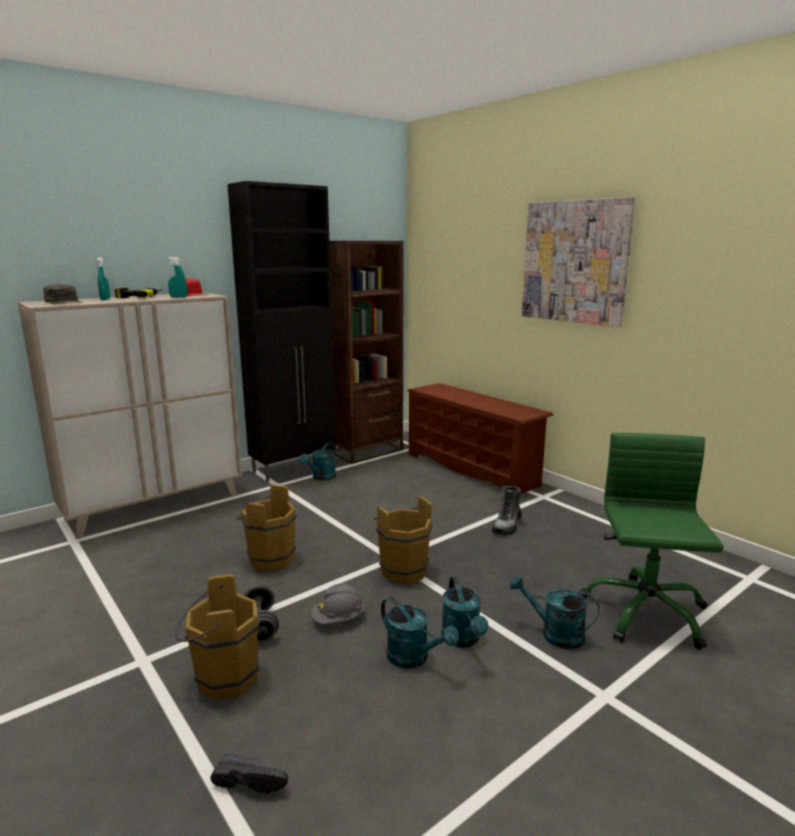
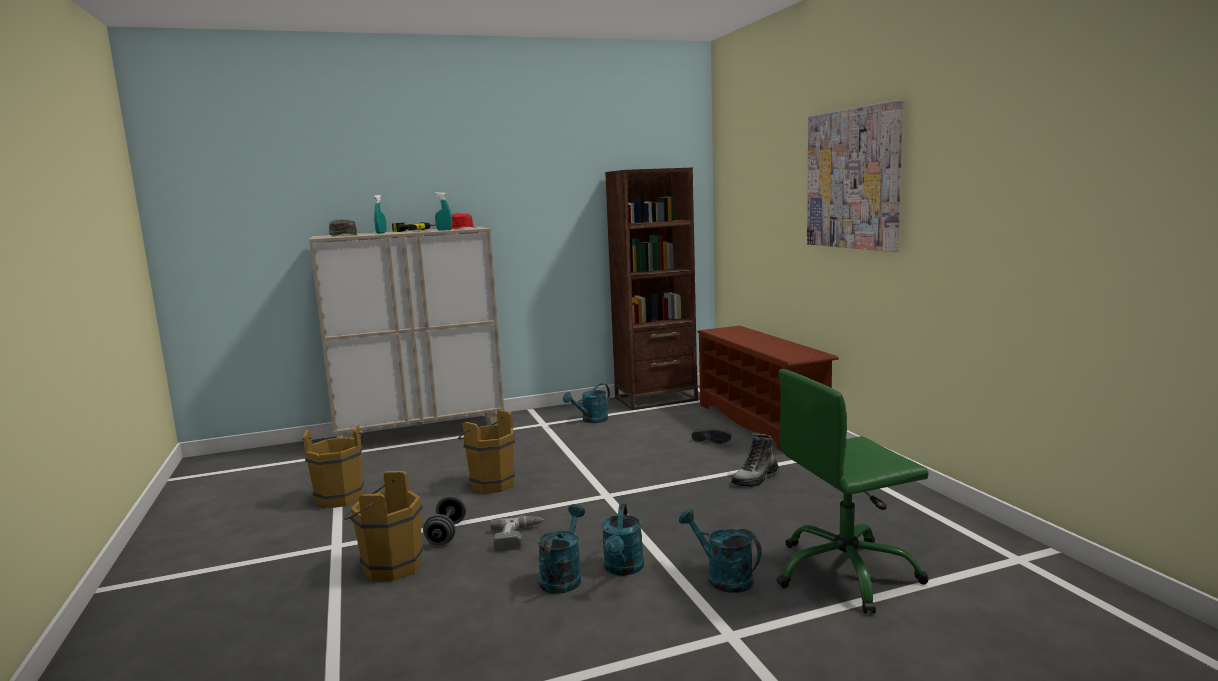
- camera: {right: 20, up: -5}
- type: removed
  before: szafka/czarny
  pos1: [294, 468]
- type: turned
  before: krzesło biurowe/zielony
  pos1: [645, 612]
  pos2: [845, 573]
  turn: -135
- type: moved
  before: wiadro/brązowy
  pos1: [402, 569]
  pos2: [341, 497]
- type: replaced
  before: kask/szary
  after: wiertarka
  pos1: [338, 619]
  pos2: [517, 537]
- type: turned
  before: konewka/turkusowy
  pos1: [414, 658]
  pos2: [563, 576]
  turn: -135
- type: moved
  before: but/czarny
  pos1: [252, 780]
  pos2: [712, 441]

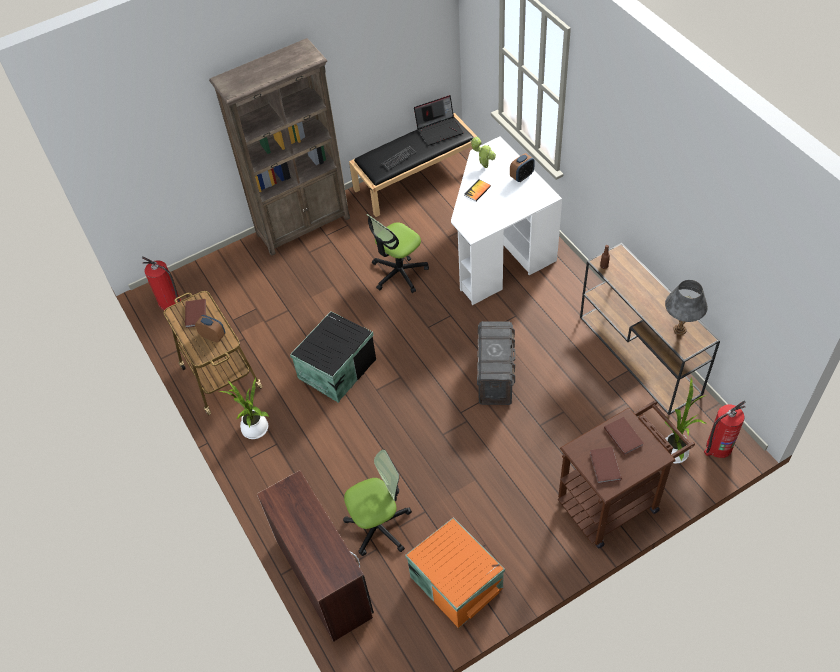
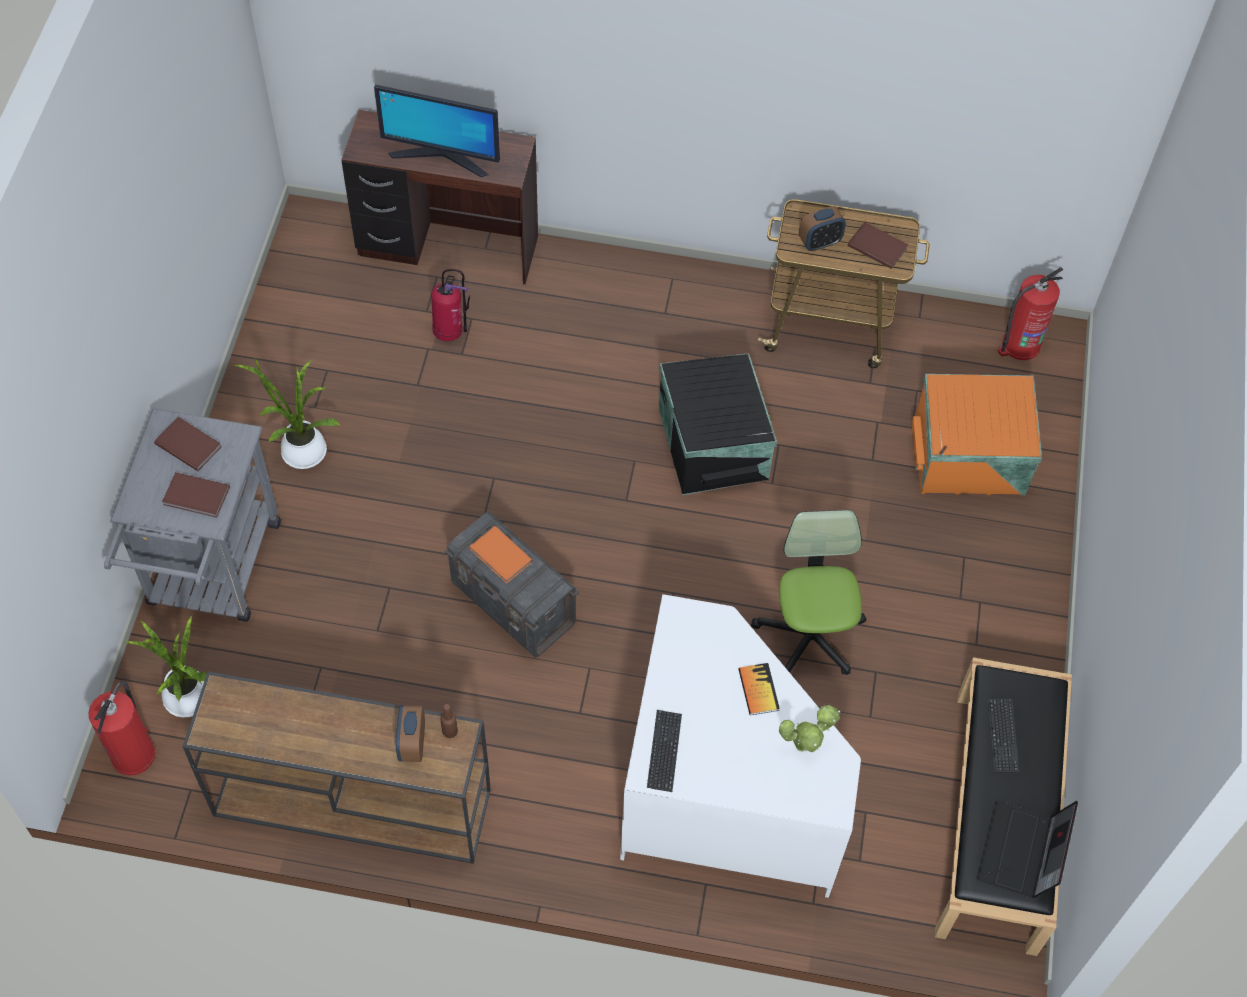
- camera: {right: 125, up: 5}
- type: removed
  before: regał/brązowy
  pos1: [304, 226]
- type: moved
  before: budzik
  pos1: [521, 176]
  pos2: [412, 744]
- type: removed
  before: lampa stołowa/szary
  pos1: [680, 329]
- type: moved
  before: roślina doniczkowa
  pos1: [255, 430]
  pos2: [300, 450]
- type: recoloured
  before: wózek/brązowy
  after: wózek/szary
  pos1: [615, 500]
  pos2: [211, 574]
- type: replaced
  before: krzesło biurowe
  after: gaśnica
  pos1: [379, 526]
  pos2: [450, 332]
- type: moved
  before: pojemnik do przechowywania/pomarańczowy
  pos1: [456, 581]
  pos2: [970, 458]
- type: added
  after: monitor
  pos2: [442, 156]
- type: added
  after: książka/pomarańczowy
  pos2: [500, 557]
- type: added
  after: klawiatura
  pos2: [664, 751]

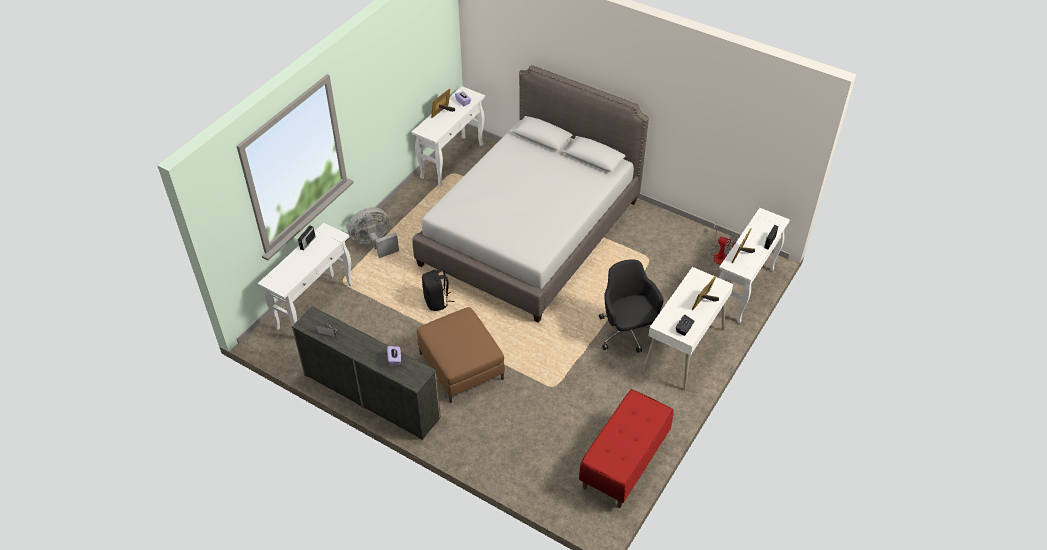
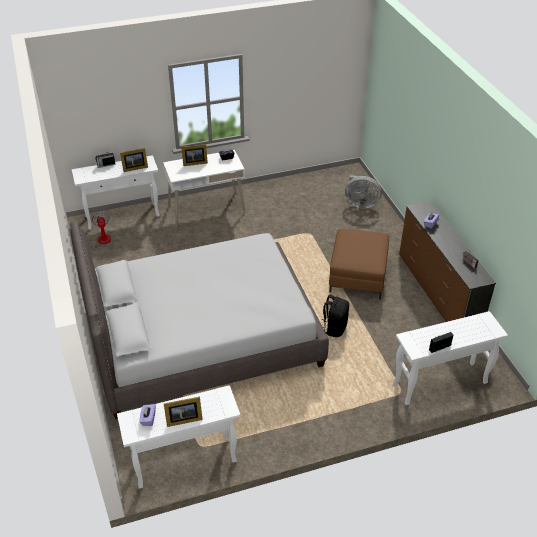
- camera: {right: -140, up: -5}
- type: moved
  before: wentylator/szary
  pos1: [374, 244]
  pos2: [360, 204]
- type: removed
  before: krzesło biurowe/czarny
  pos1: [627, 332]
- type: removed
  before: ławka/czerwony
  pos1: [625, 462]

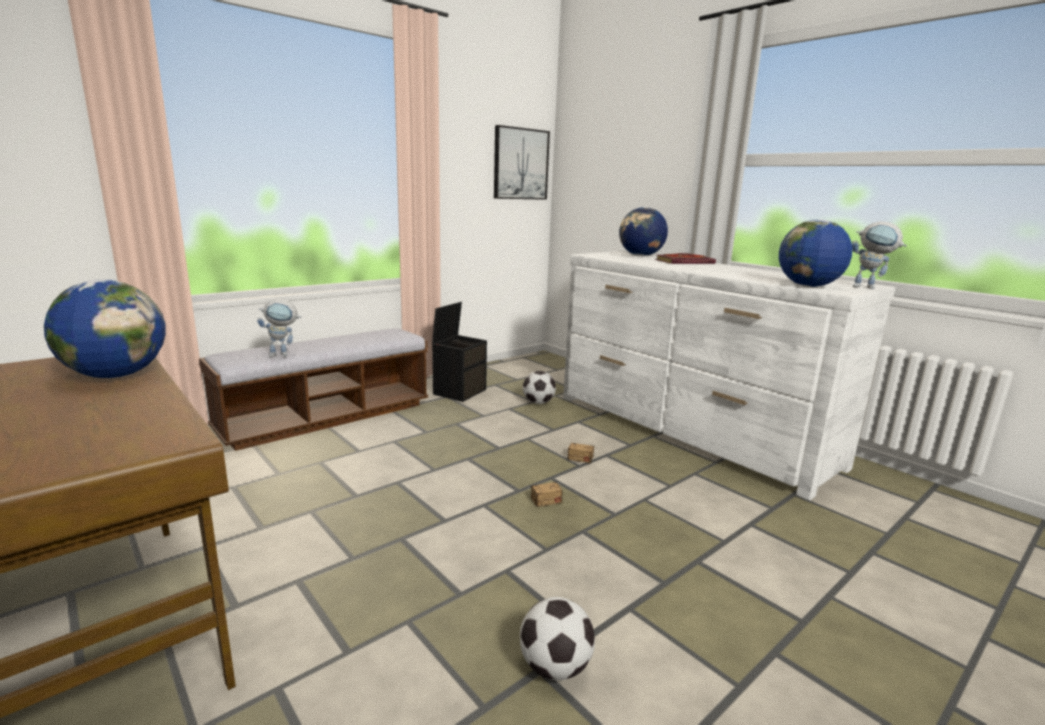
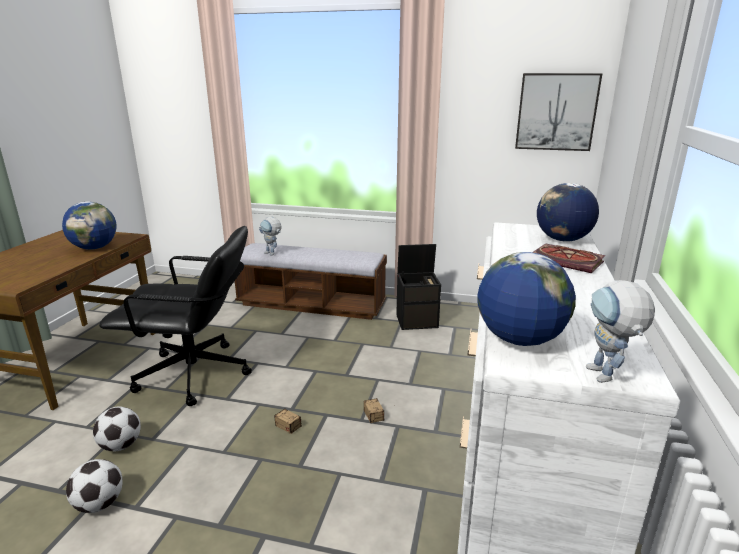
- camera: {right: 55, up: 5}
- type: moved
  before: piłka futbolowa
  pos1: [538, 403]
  pos2: [121, 445]
- type: added
  after: krzesło biurowe/czarny
  pos2: [195, 375]

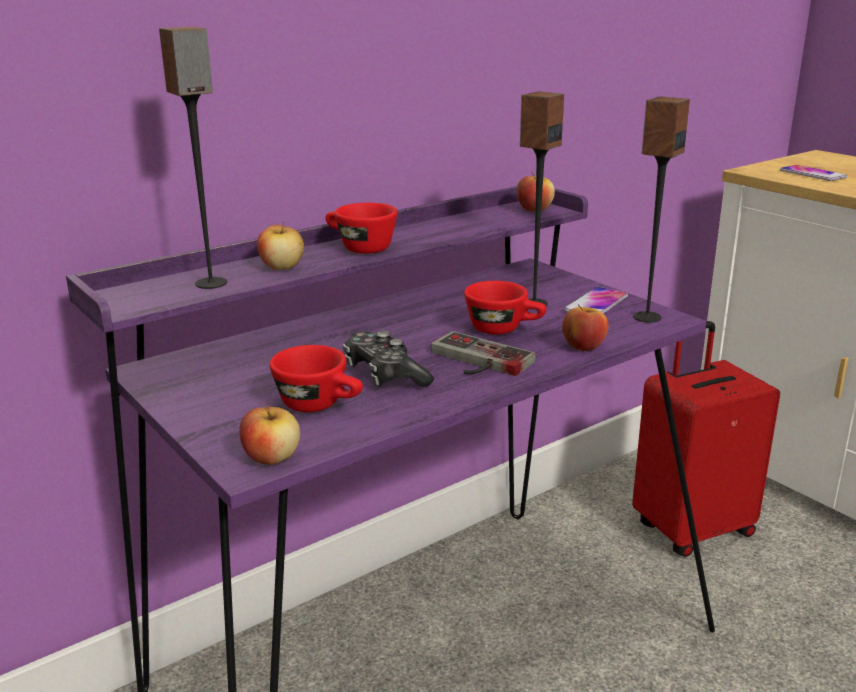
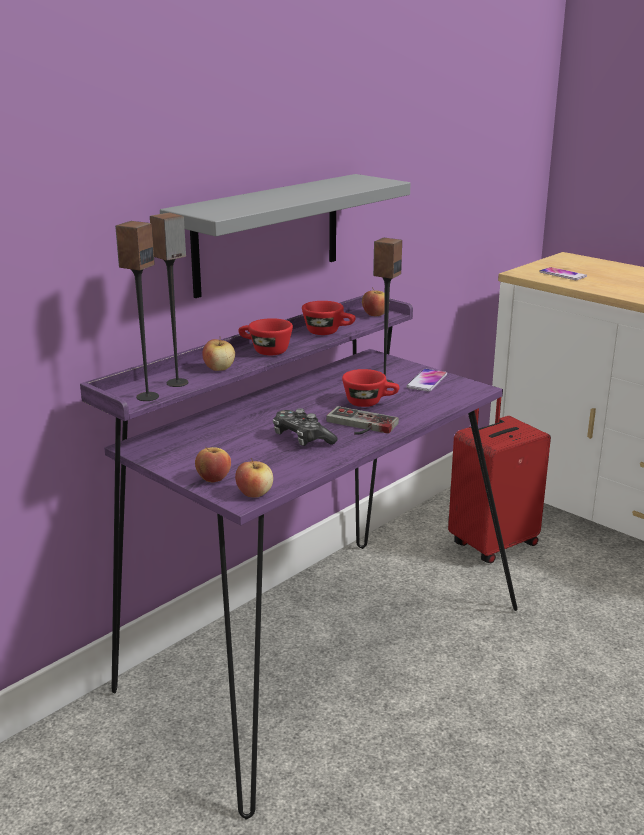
- camera: {right: -10, up: 0}
- type: moved
  before: głośnik
  pos1: [646, 317]
  pos2: [147, 397]
- type: moved
  before: jabłko
  pos1: [583, 347]
  pos2: [213, 478]
- type: moved
  before: filiżanka/czerwony
  pos1: [321, 405]
  pos2: [328, 332]
- type: added
  after: półka/szary
  pos2: [267, 234]

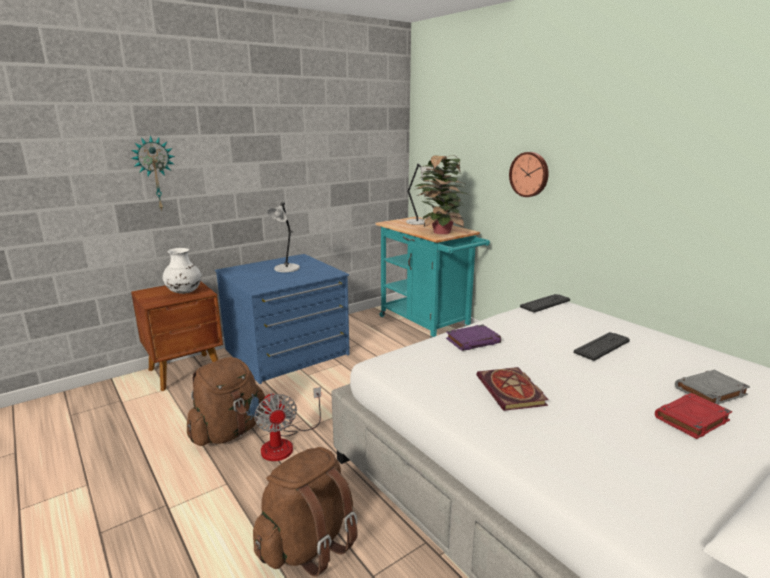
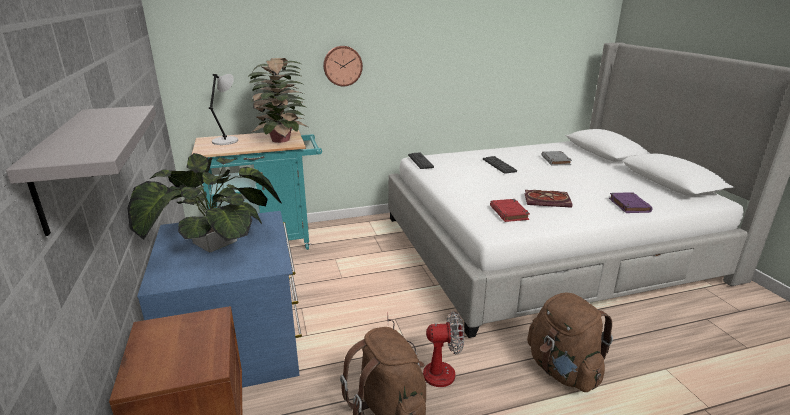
- camera: {right: -70, up: 5}
- type: replaced
  before: zegar ścienny
  after: półka/szary
  pos1: [155, 174]
  pos2: [62, 168]
- type: replaced
  before: lampa stołowa/szary
  after: roślina doniczkowa
  pos1: [286, 269]
  pos2: [215, 242]
- type: removed
  before: wazon/biały
  pos1: [184, 292]
- type: moved
  before: książka/fioletowy
  pos1: [473, 341]
  pos2: [628, 205]
- type: moved
  before: książka/czerwony
  pos1: [691, 419]
  pos2: [509, 213]

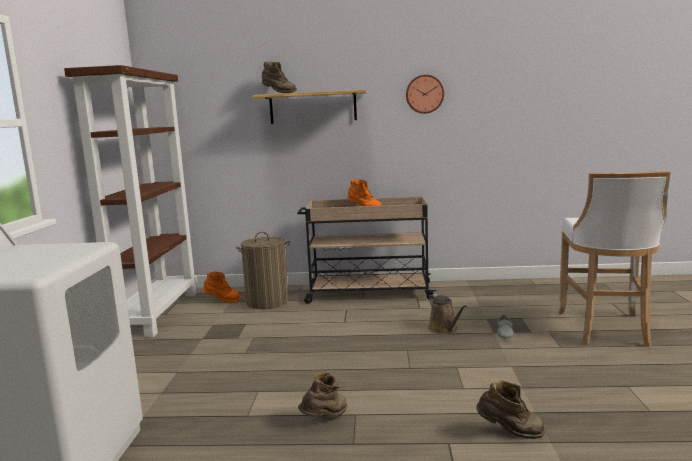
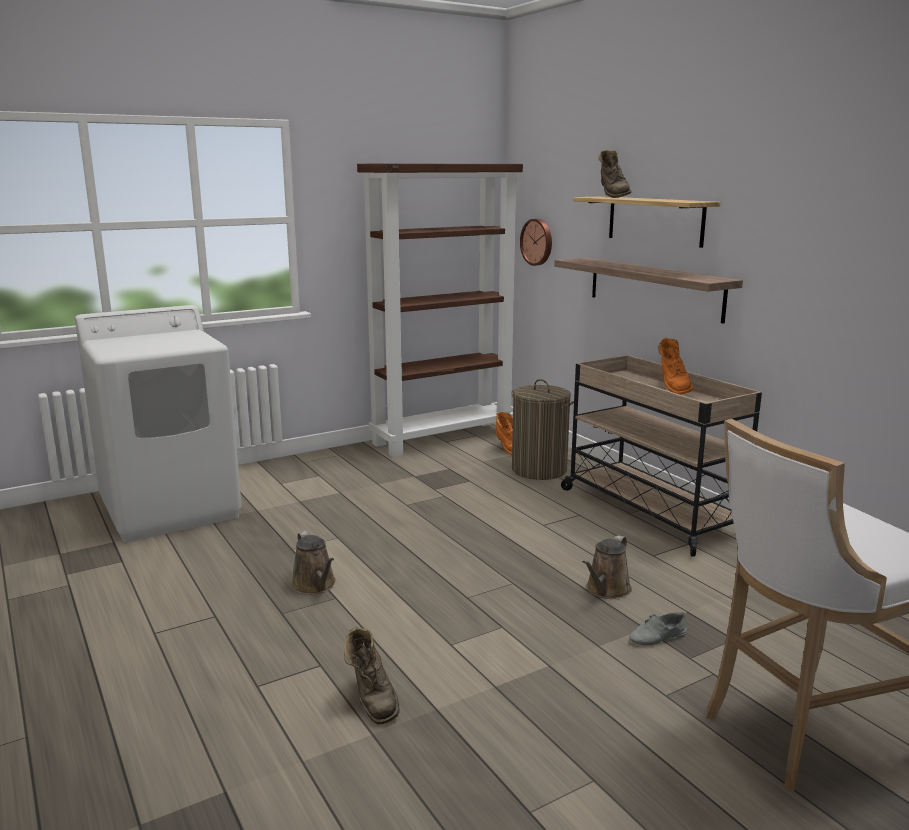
- camera: {right: 55, up: 5}
- type: moved
  before: zegar ścienny
  pos1: [424, 94]
  pos2: [537, 242]
- type: replaced
  before: but z cholewką/brązowy
  after: konewka/brązowy
  pos1: [326, 418]
  pos2: [315, 586]
- type: added
  after: półka
  pos2: [654, 288]

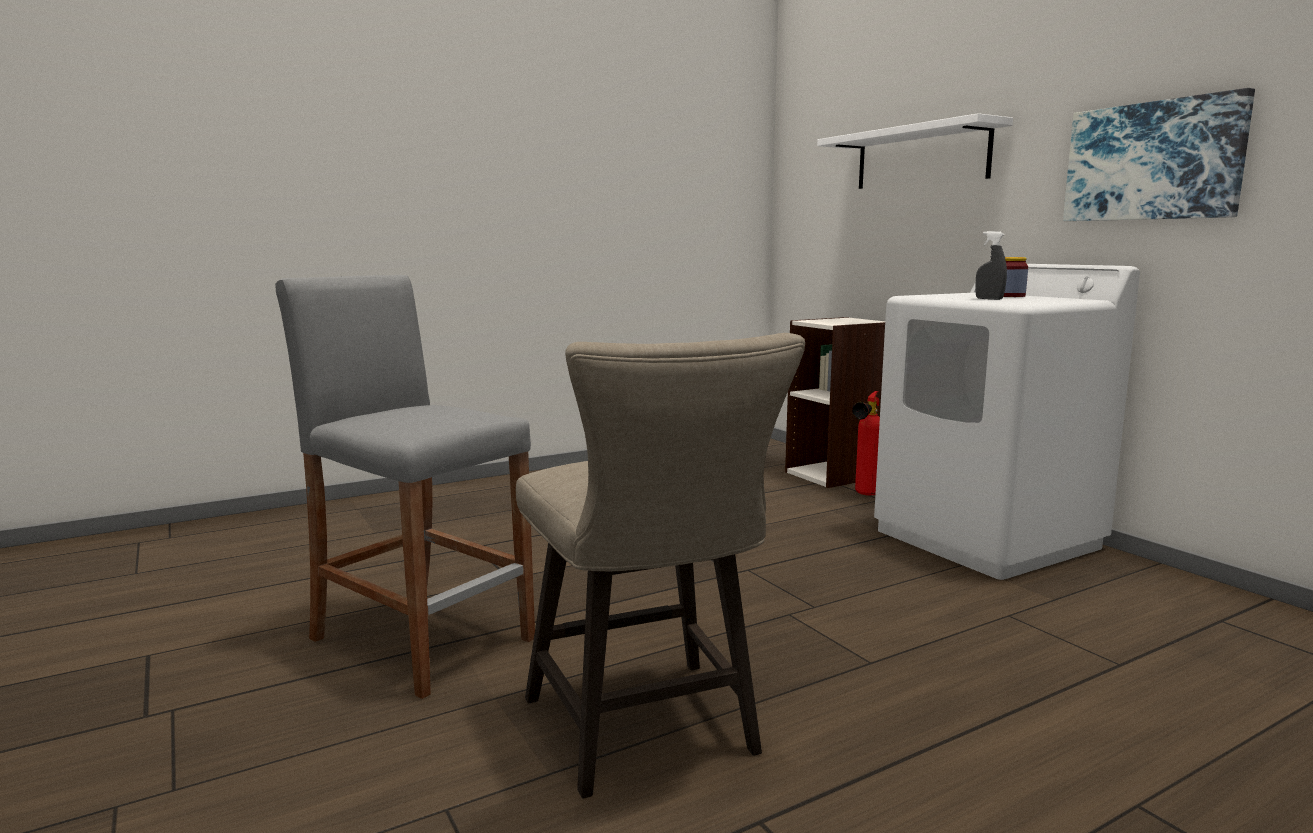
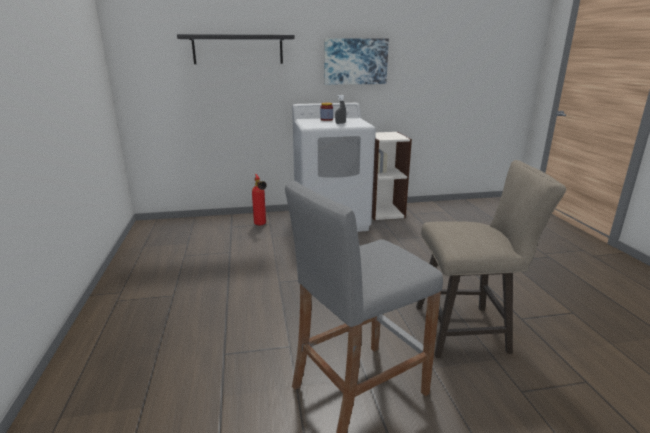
- camera: {right: -70, up: 10}
- type: recoloured
  before: półka/biały
  after: półka/czarny
  pos1: [921, 157]
  pos2: [238, 49]
- type: moved
  before: regał
  pos1: [835, 474]
  pos2: [383, 212]

